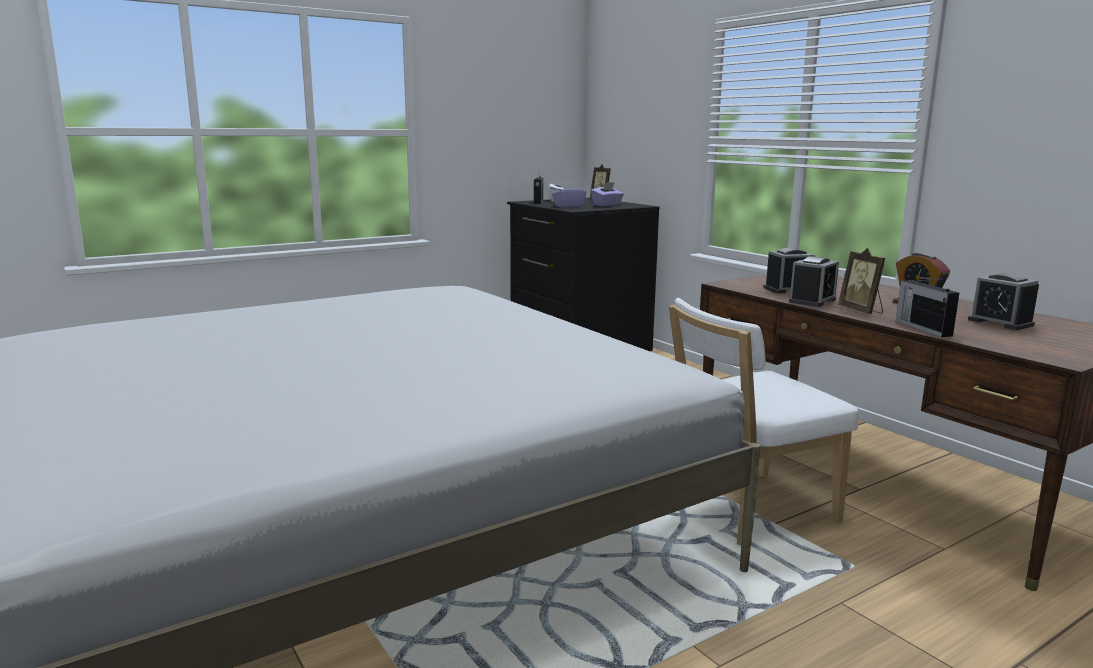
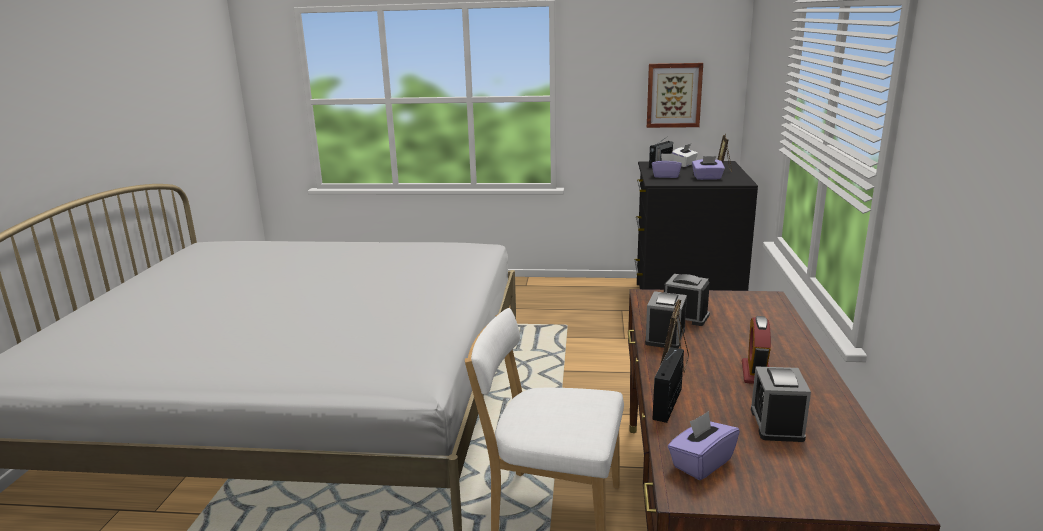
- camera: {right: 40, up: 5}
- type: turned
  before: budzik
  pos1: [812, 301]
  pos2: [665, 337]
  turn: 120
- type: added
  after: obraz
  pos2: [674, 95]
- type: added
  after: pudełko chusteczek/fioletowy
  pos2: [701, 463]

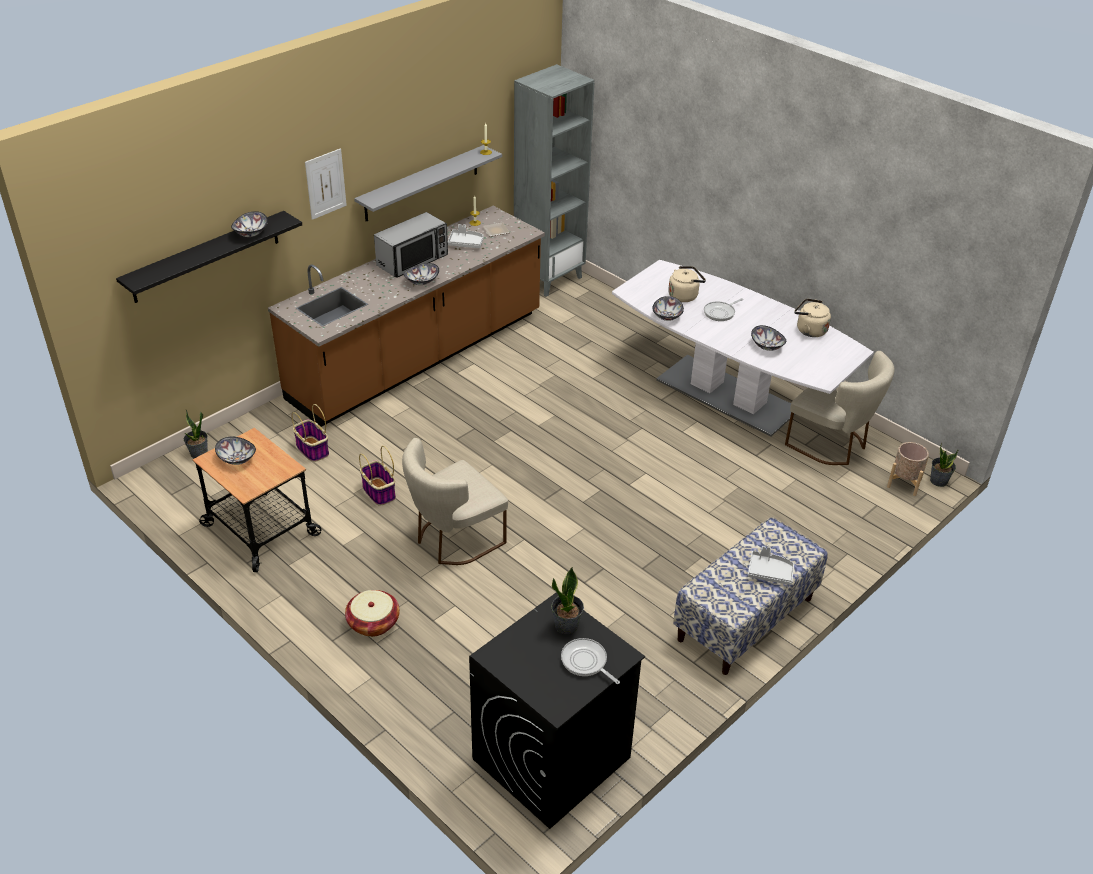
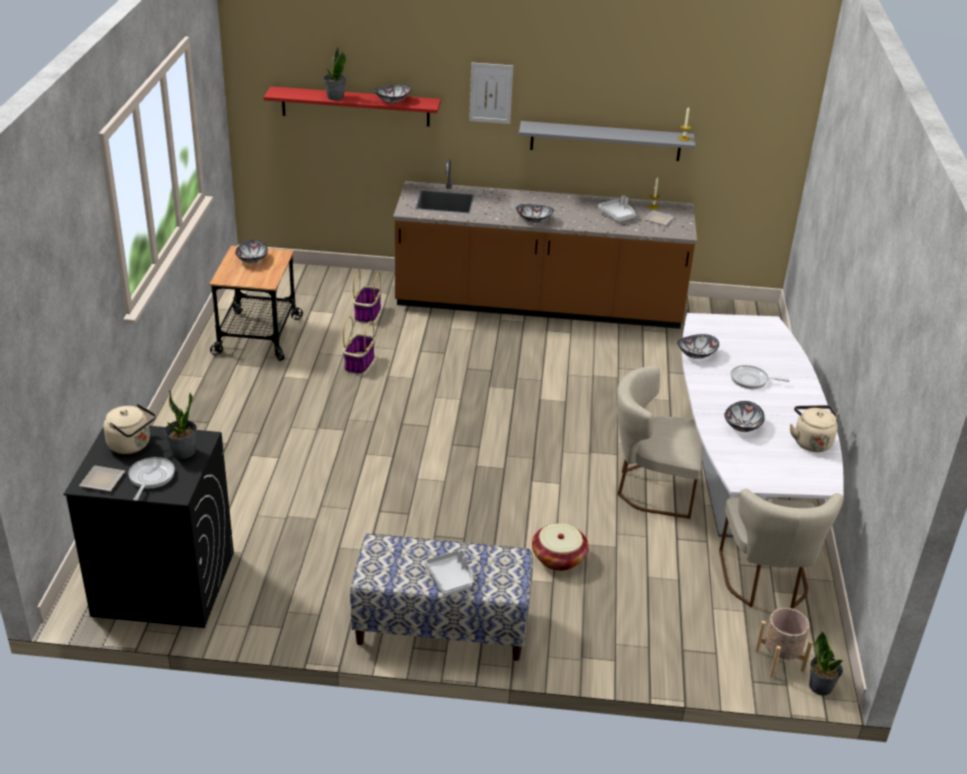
- camera: {right: 50, up: -5}
- type: removed
  before: regał/szary
  pos1: [549, 278]
- type: recoloured
  before: półka/czarny
  after: półka/czerwony
  pos1: [206, 257]
  pos2: [355, 106]
- type: removed
  before: mikrofalówka
  pos1: [413, 260]
- type: moved
  before: czajnik/beżowy
  pos1: [684, 295]
  pos2: [132, 445]
- type: moved
  before: roślina doniczkowa
  pos1: [199, 453]
  pos2: [335, 97]
- type: moved
  before: krzesło/beżowy
  pos1: [453, 540]
  pos2: [651, 488]
- type: moved
  before: koszyk
  pos1: [373, 623]
  pos2: [558, 558]
- type: added
  after: talerz
  pos2: [104, 480]

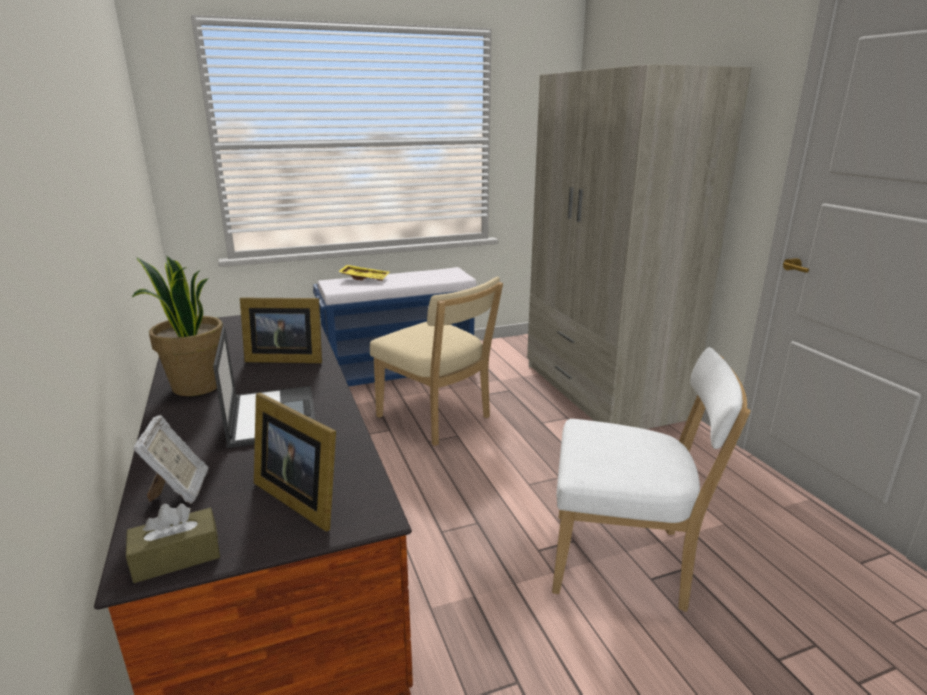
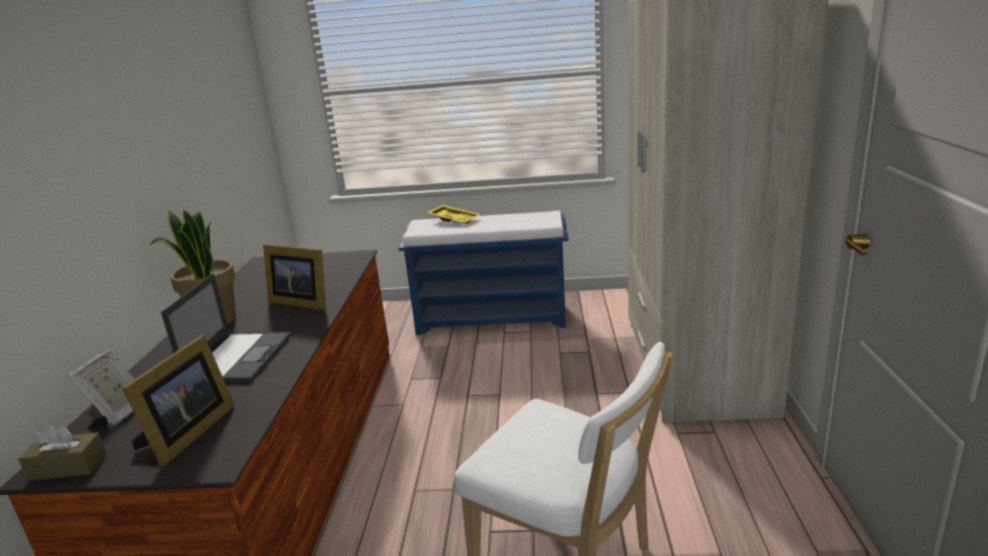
- camera: {right: 25, up: 0}
- type: removed
  before: krzesło/beżowy
  pos1: [437, 419]
- type: turned
  before: ramka na zdjęcie
  pos1: [300, 496]
  pos2: [187, 435]
  turn: -135

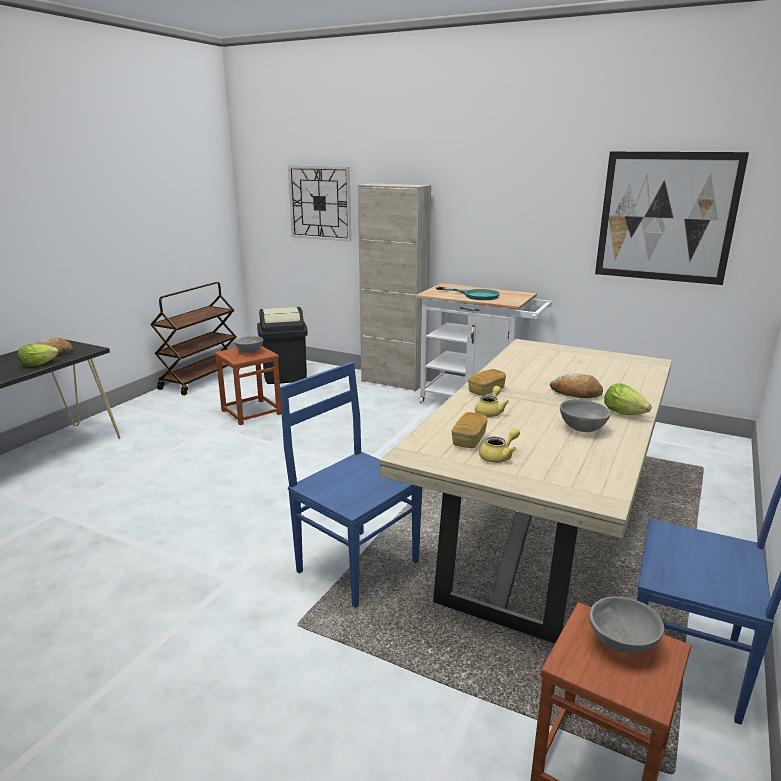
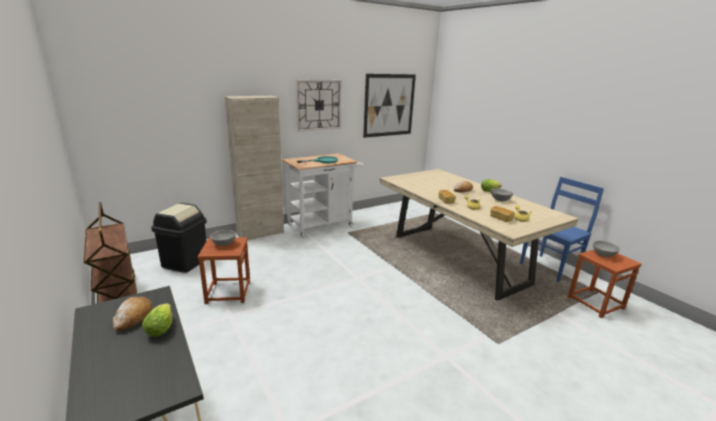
- camera: {right: -60, up: 0}
- type: moved
  before: zegar ścienny
  pos1: [320, 203]
  pos2: [318, 105]
- type: removed
  before: krzesło/niebieski
  pos1: [355, 565]

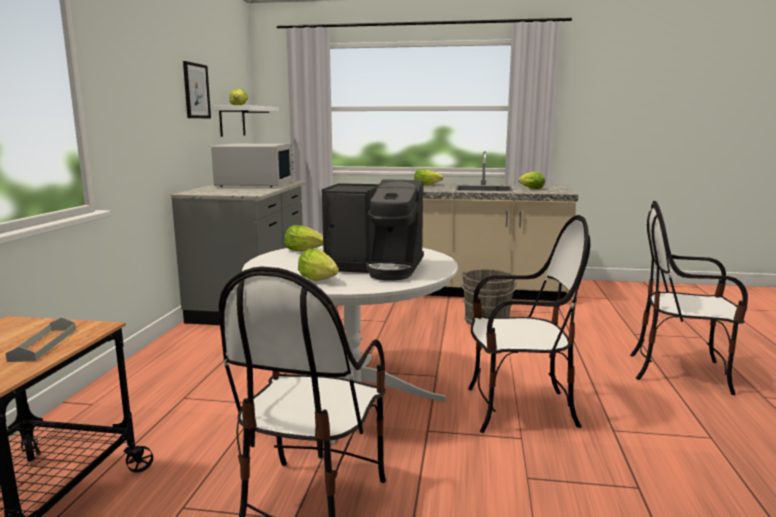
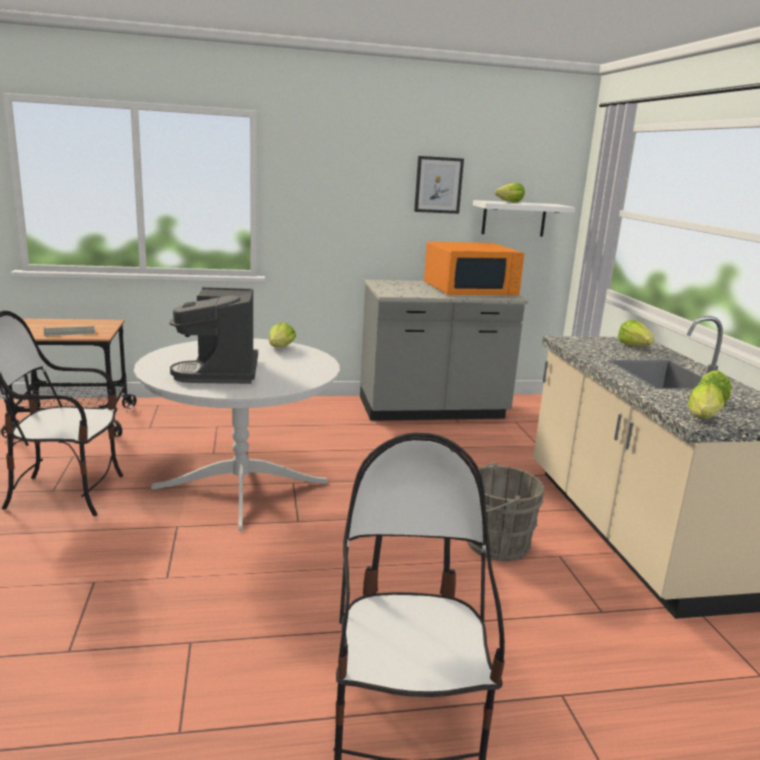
- camera: {right: 70, up: 5}
- type: recoloured
  before: mikrofalówka/biały
  after: mikrofalówka/pomarańczowy
  pos1: [256, 183]
  pos2: [470, 289]
- type: removed
  before: krzesło
  pos1: [519, 409]
- type: moved
  before: sałata
  pos1: [320, 281]
  pos2: [703, 419]

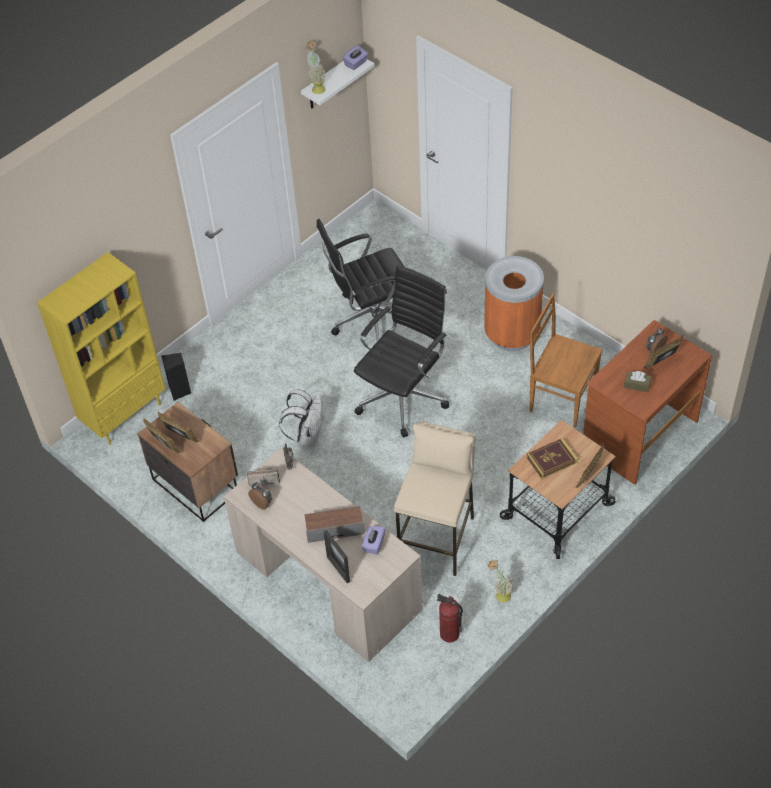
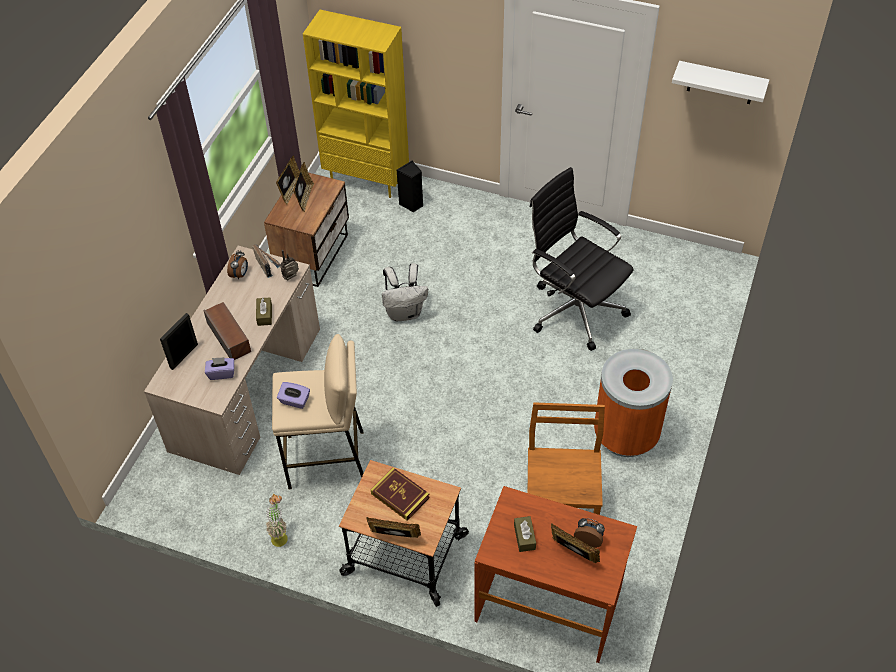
- camera: {right: 65, up: 0}
- type: removed
  before: roślina doniczkowa
  pos1: [317, 87]
- type: moved
  before: pudełko chusteczek/fioletowy
  pos1: [356, 63]
  pos2: [294, 401]
- type: removed
  before: krzesło biurowe/czarny
  pos1: [403, 396]
- type: removed
  before: gaśnica
  pos1: [449, 634]
- type: added
  after: pudełko chusteczek/brązowy
  pos2: [264, 315]

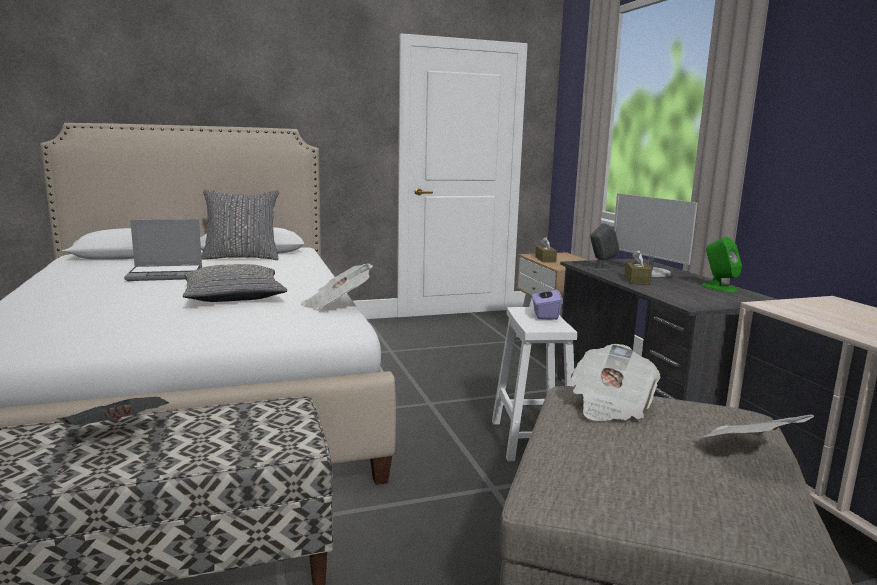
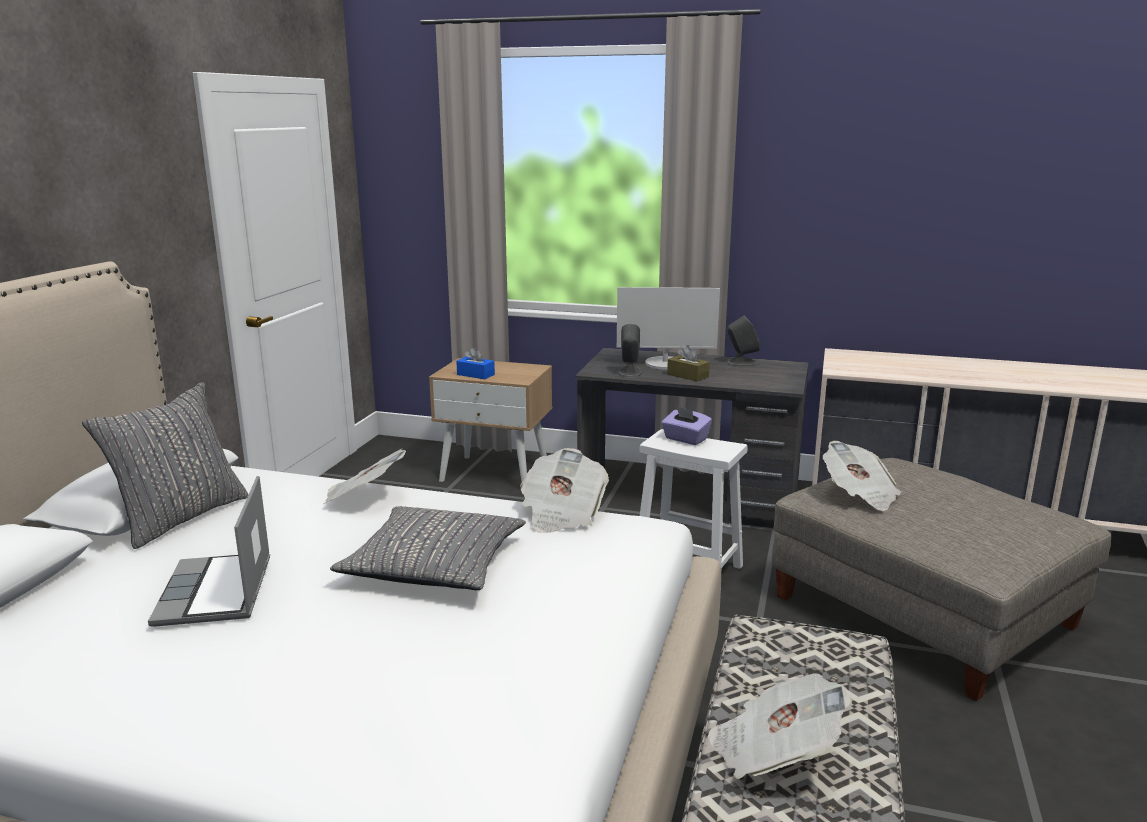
- camera: {right: -55, up: 5}
- type: turned
  before: laptop
  pos1: [166, 274]
  pos2: [217, 592]
  turn: 150
- type: recoloured
  before: pudełko chusteczek/brązowy
  after: pudełko chusteczek/niebieski
  pos1: [545, 259]
  pos2: [475, 375]
- type: recoloured
  before: głośnik/zielony
  after: głośnik/szary
  pos1: [718, 287]
  pos2: [742, 363]
- type: moved
  before: gazeta
  pos1: [749, 451]
  pos2: [364, 497]

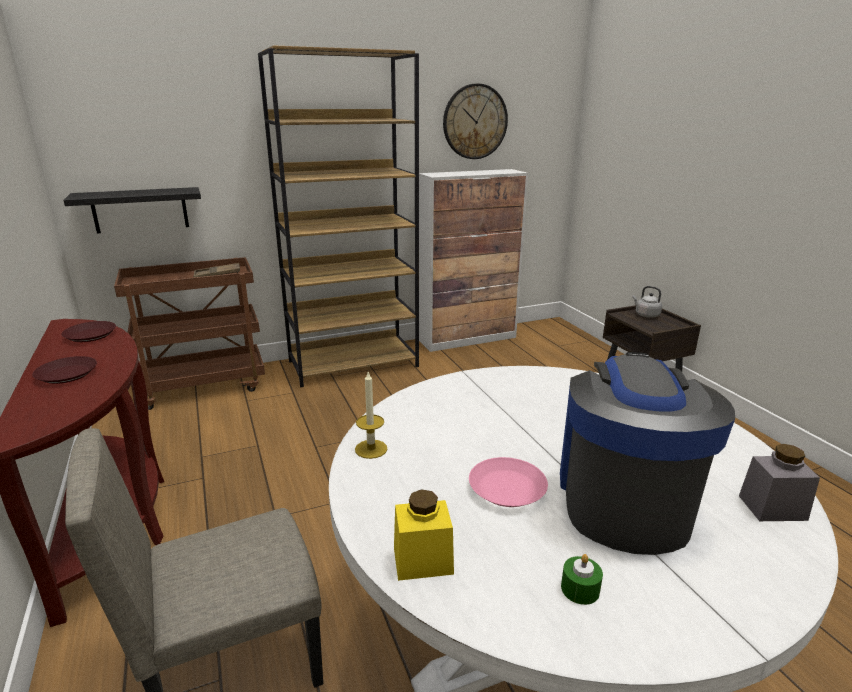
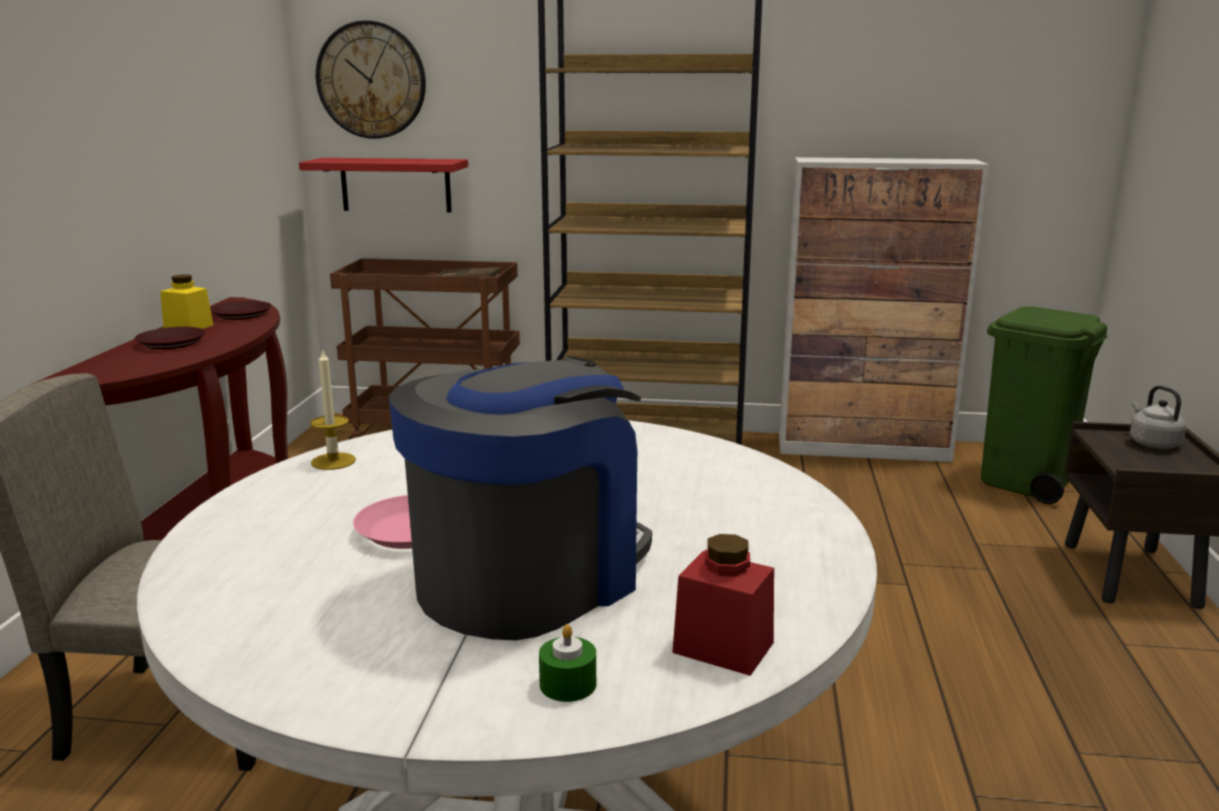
- camera: {right: 30, up: -5}
- type: moved
  before: zegar ścienny
  pos1: [475, 122]
  pos2: [371, 80]
- type: recoloured
  before: półka/czarny
  after: półka/czerwony
  pos1: [140, 210]
  pos2: [395, 185]
- type: recoloured
  before: słoik/szary
  after: słoik/czerwony
  pos1: [772, 508]
  pos2: [723, 647]
- type: moved
  before: słoik/żółty
  pos1: [423, 560]
  pos2: [188, 326]
- type: moved
  before: świeca/zielony
  pos1: [580, 589]
  pos2: [568, 684]
- type: added
  after: kosz na śmieci/zielony
  pos2: [1026, 481]

